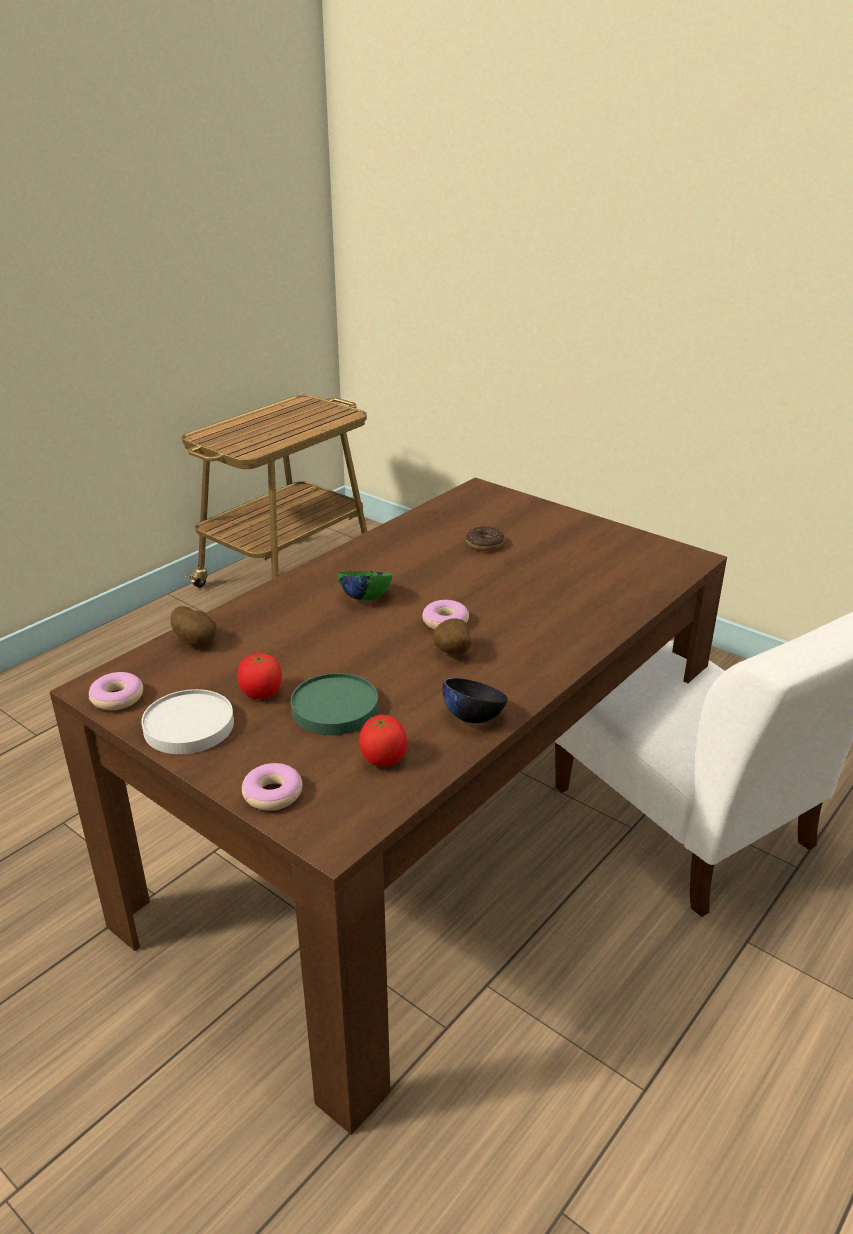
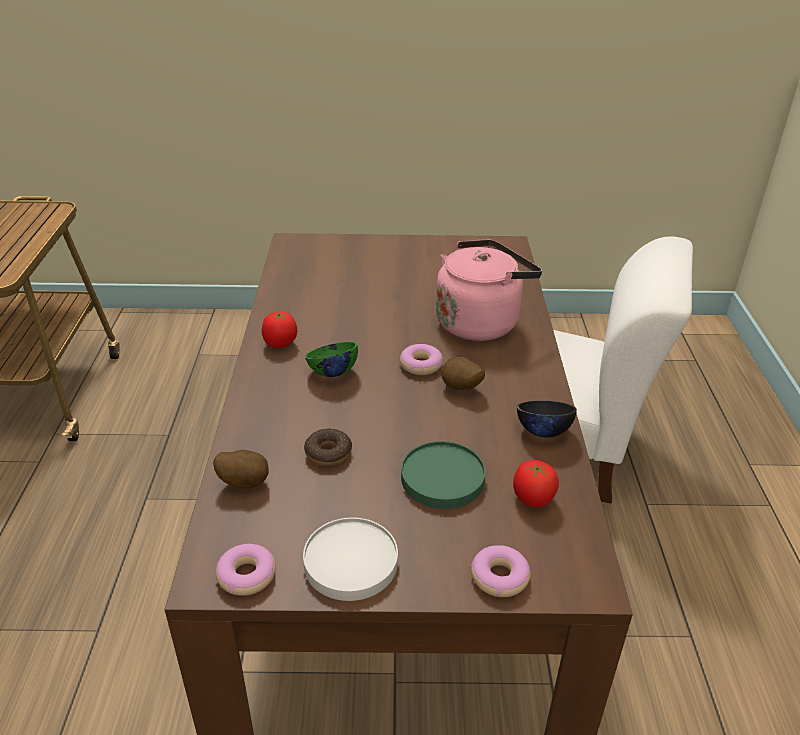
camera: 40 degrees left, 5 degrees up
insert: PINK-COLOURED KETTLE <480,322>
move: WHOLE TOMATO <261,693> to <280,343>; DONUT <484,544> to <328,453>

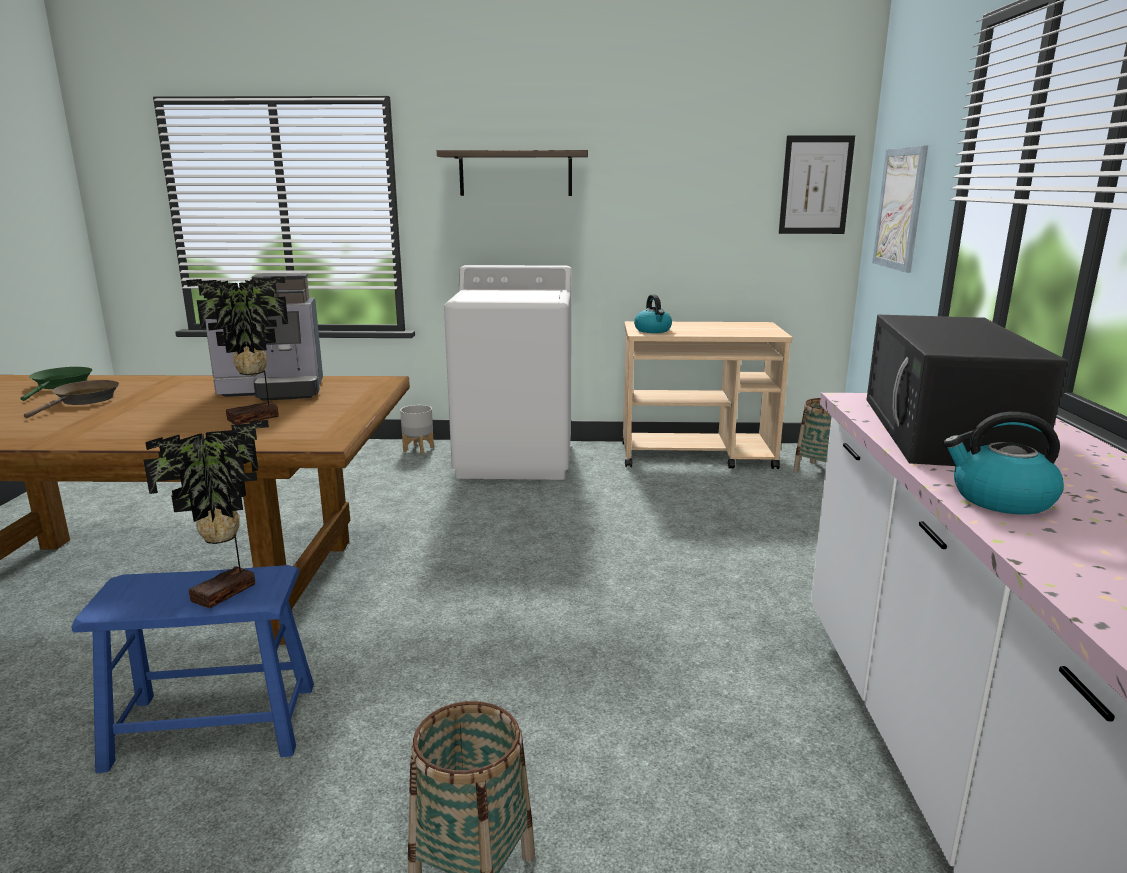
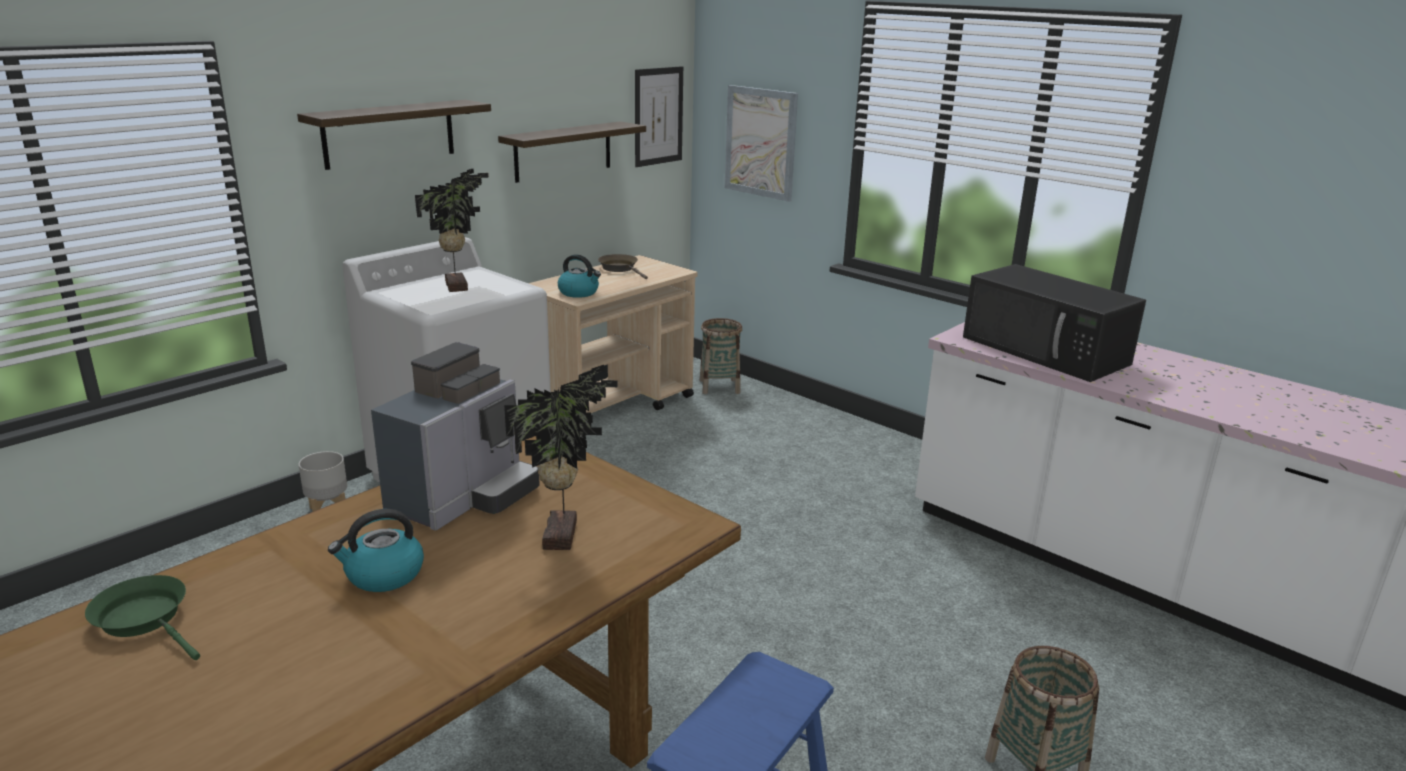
camera: 50 degrees left, 5 degrees up
insert: BRACKET SHELF <563,151>
move: KETTLE <1000,499> to <383,575>; HOUSEPLANT <227,593> to <459,286>; BROWN-COLOURED PAN <84,400> to <620,268>

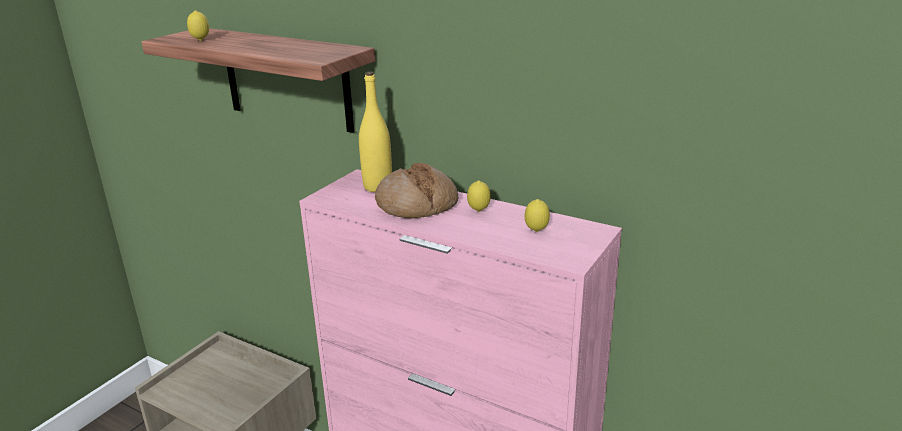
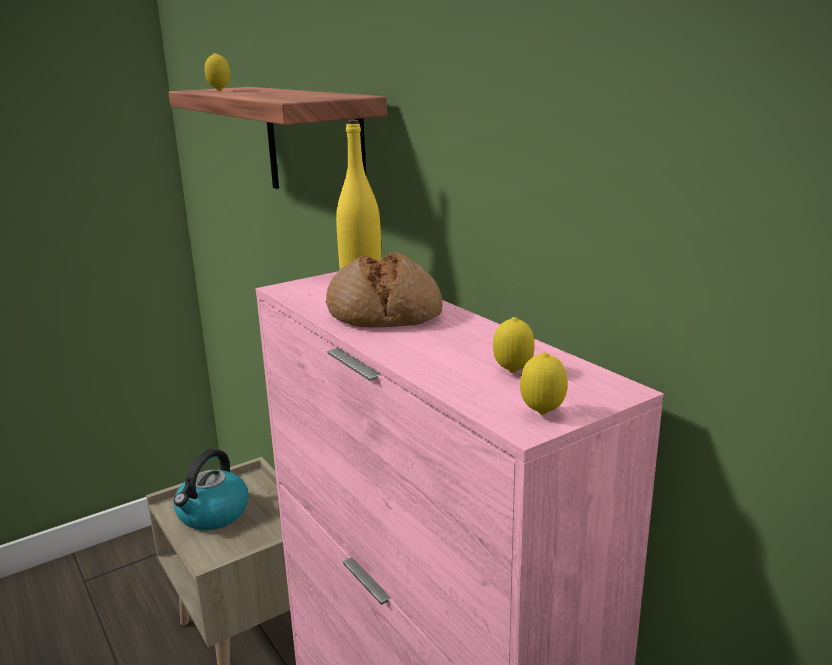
camera: 25 degrees right, 5 degrees down
insert: KETTLE <212,514>
move: LEMON <478,211> to <542,414>

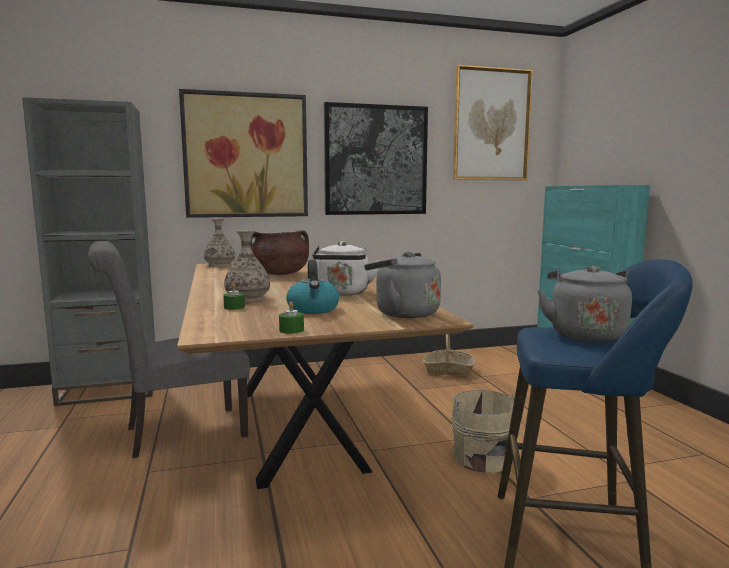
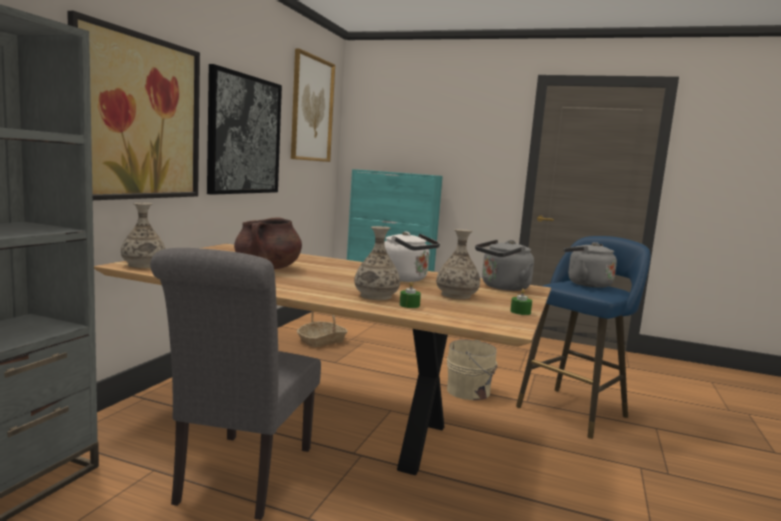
camera: 55 degrees left, 0 degrees up
replace: KETTLE <313,309> to FLOWER VASE <456,295>

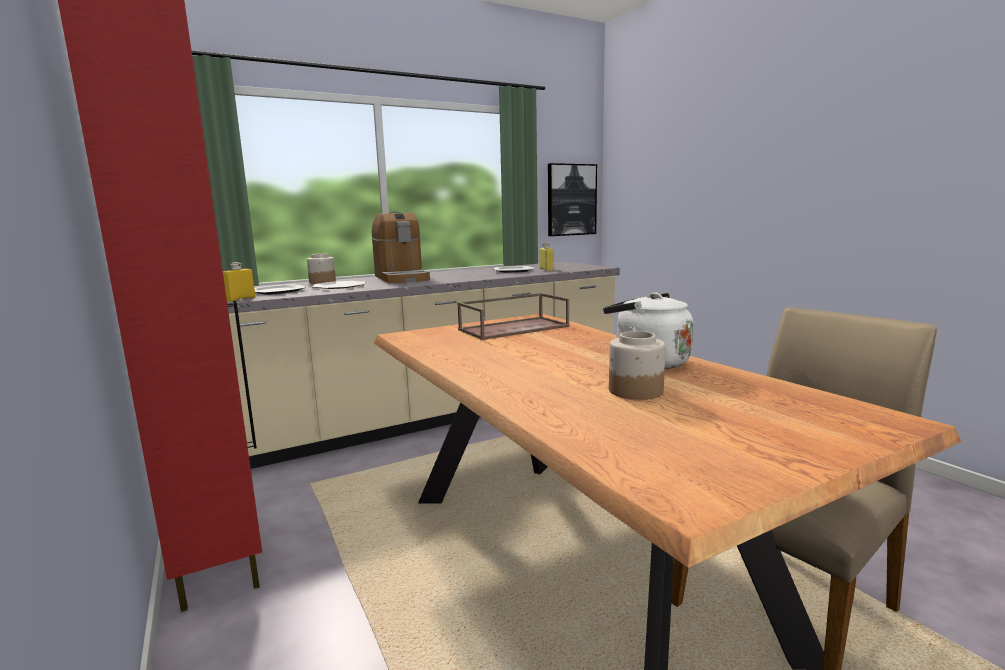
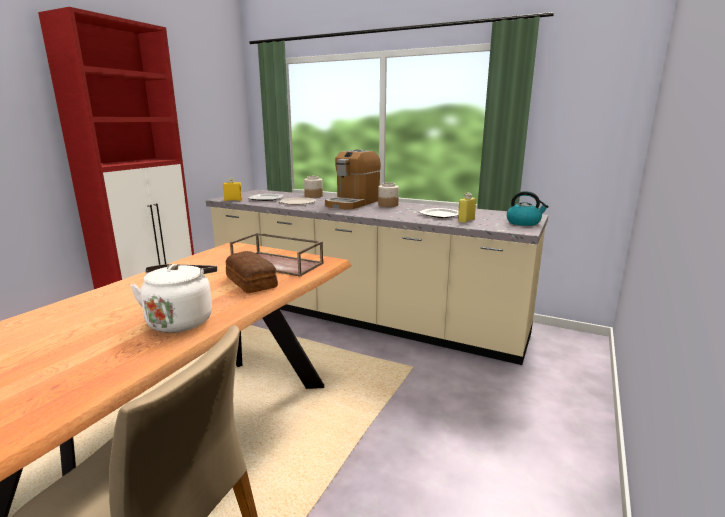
camera: 55 degrees right, 5 degrees up
delete: WALL PICTURE <571,200>
insert: BREAD <252,281>; KETTLE <524,223>
move: STORAGE JAR <635,391> to <388,205>

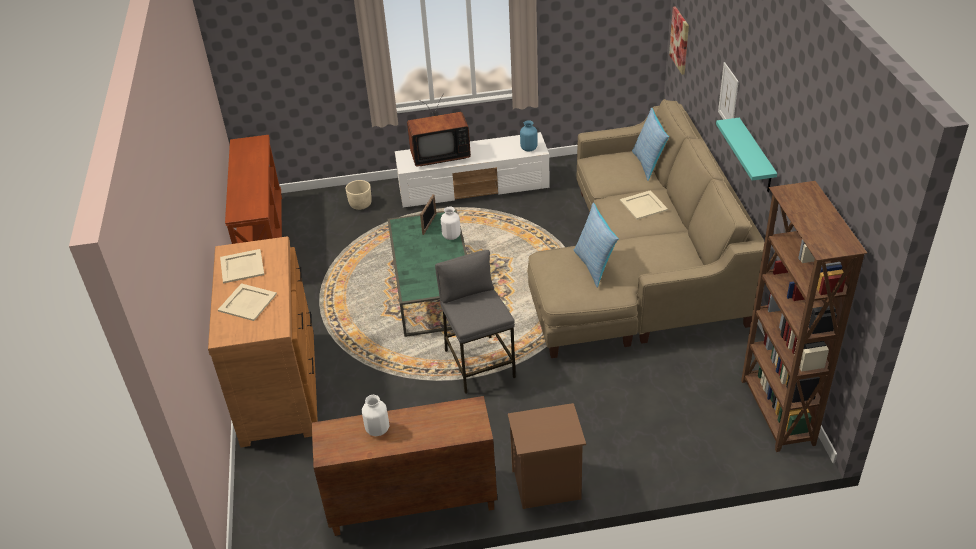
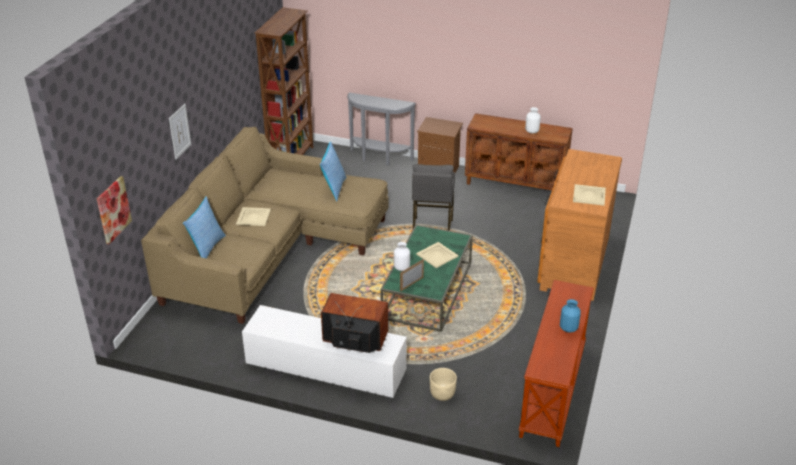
camera: 155 degrees left, 5 degrees down
delete: TURQUOISE-COLOURED BRACKET SHELF <755,156>
insert: GRAY HALL TABLE <379,158>
move: BEIGE-COLOURED SERVING TRAY <248,302> to <436,255>; BLUISH FLOWER VASE <529,148> to <568,328>

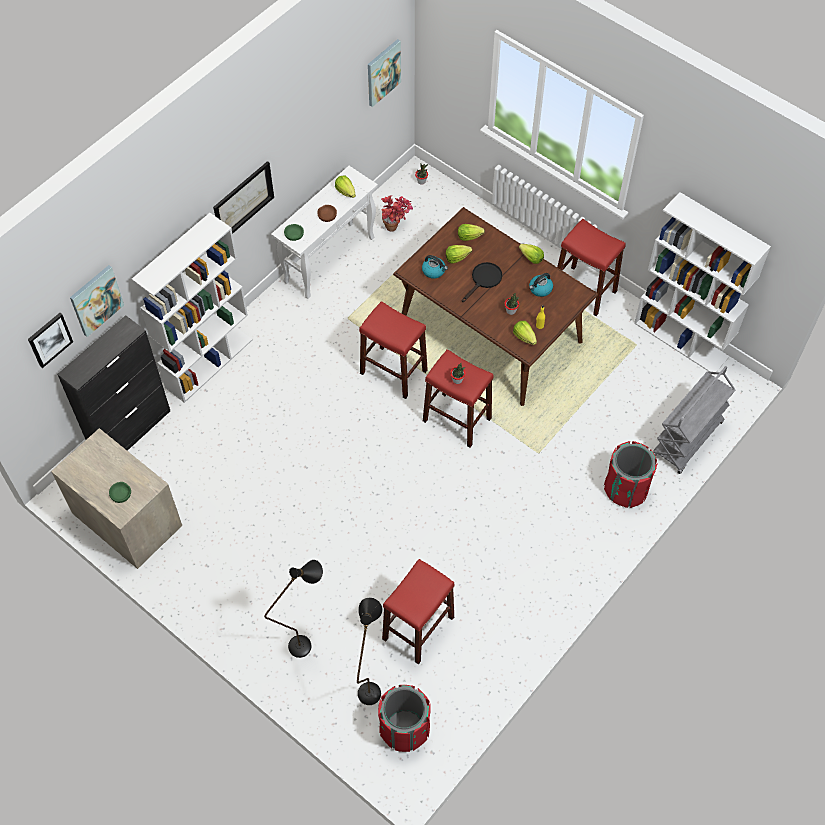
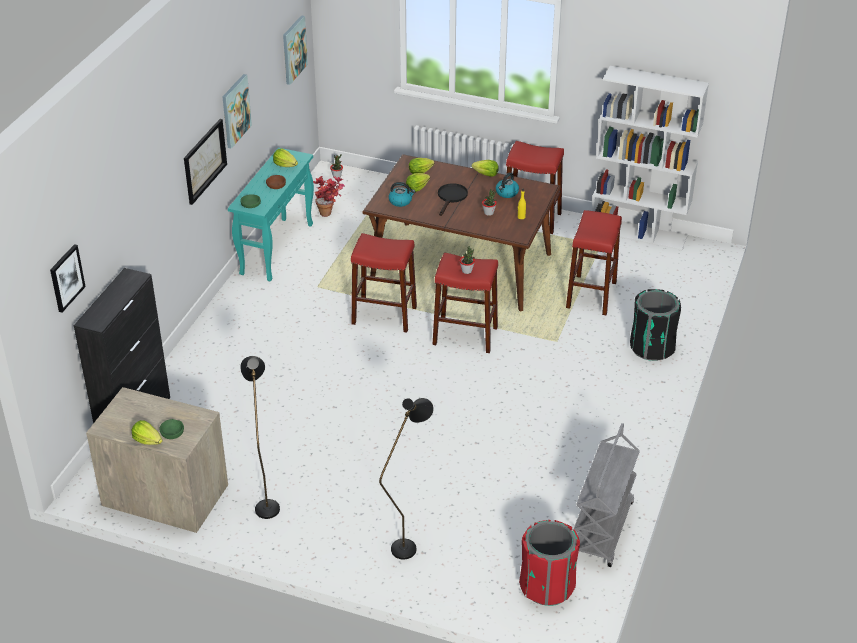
camera: 20 degrees left, 20 degrees down
delete: WHITE SHELVING UNIT <209,363>
move: LETTUCE HEAD <524,337> to <147,441>; WALL PICTURE <96,300> to <235,110>; BLACK FLOOR LAMP <370,685> to <266,503>; REDDISH SITTING STOOL <418,628> to <591,295>; GRAY WHEELED CART <687,439> to <603,530>
recolor: WHITE HALL TABLE <329,259> to TURQUOISE-COLOURED HALL TABLE <277,248>; REDDISH WASTE BIN <626,488> to BLACK WASTE BIN <652,347>

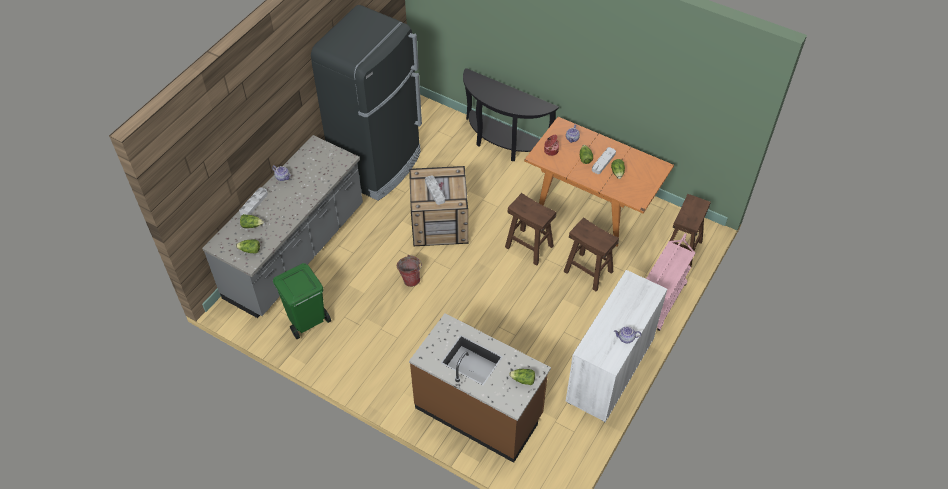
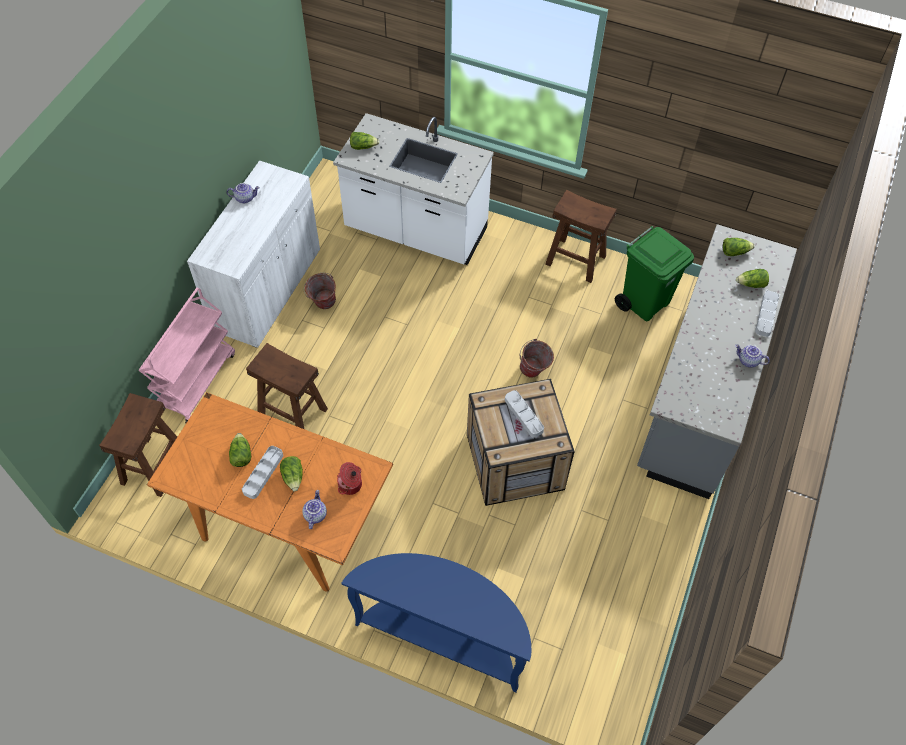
camera: 170 degrees right, 5 degrees up
delete: BLACK REFRIGERATOR <378,166>
insert: PAIL <322,305>
move: BROWN-COLOURED SITTING STOOL <528,246> to <576,260>
recolor: BROWN-COLOURED KITCHEN COUNTER <479,411> to WHITE KITCHEN COUNTER <415,231>; BLACK HALL TABLE <502,143> to BLUISH HALL TABLE <443,636>

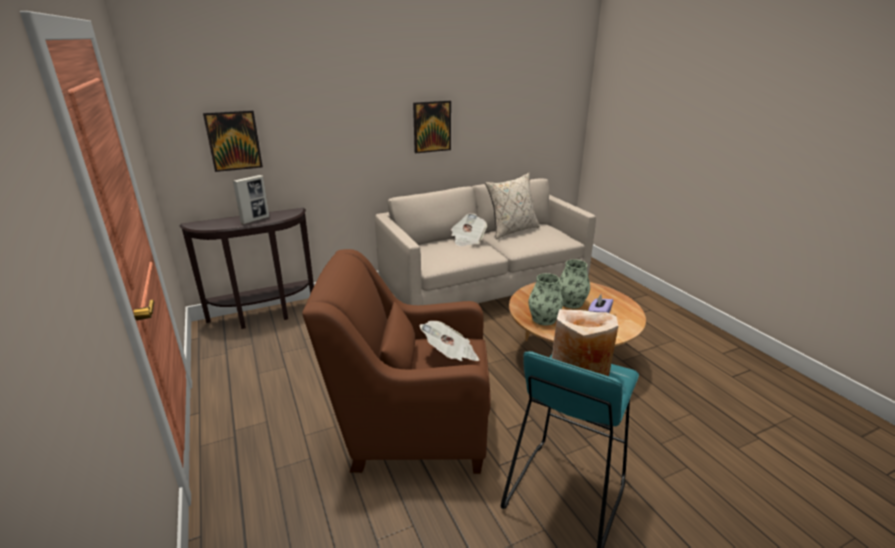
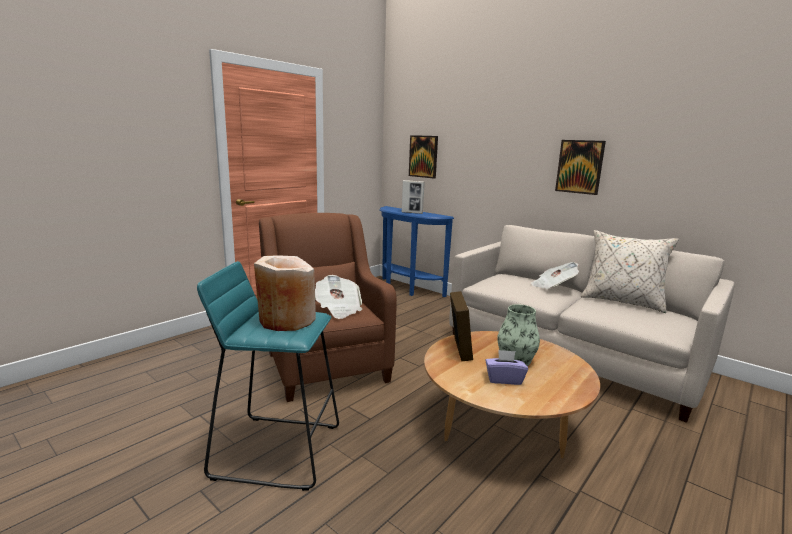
camera: 65 degrees right, 10 degrees down
replace: FLOWER VASE <543,319> to PHOTO FRAME <459,349>
recolor: BROWN-COLOURED HALL TABLE <264,316> to BLUISH HALL TABLE <407,289>

